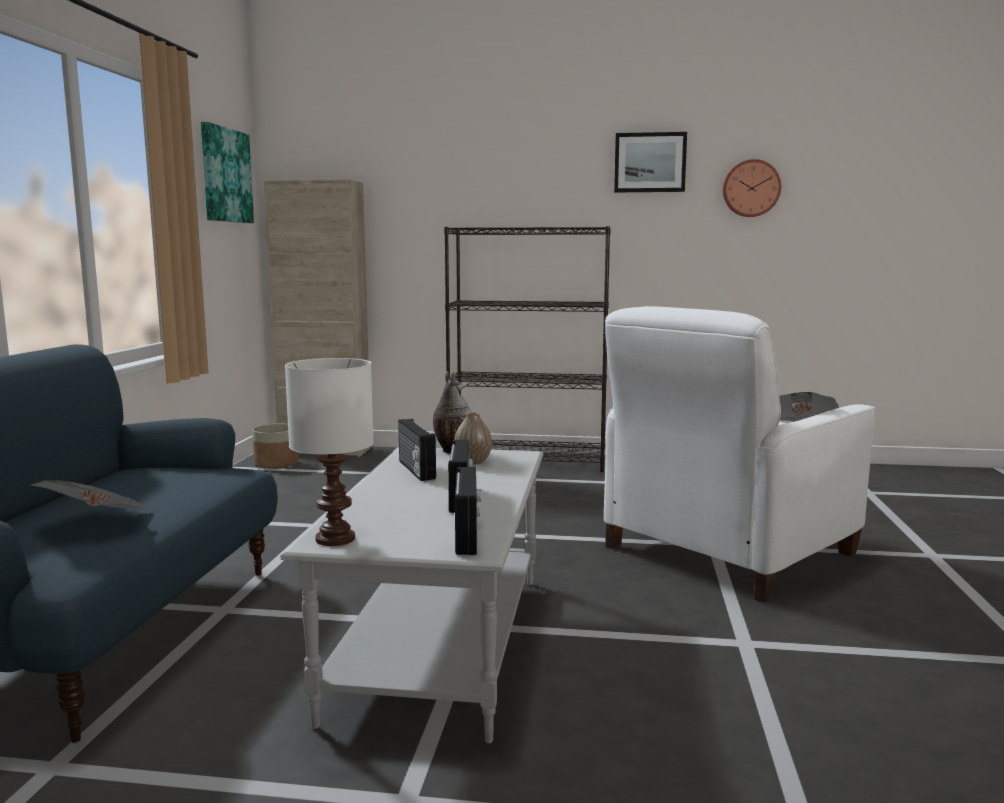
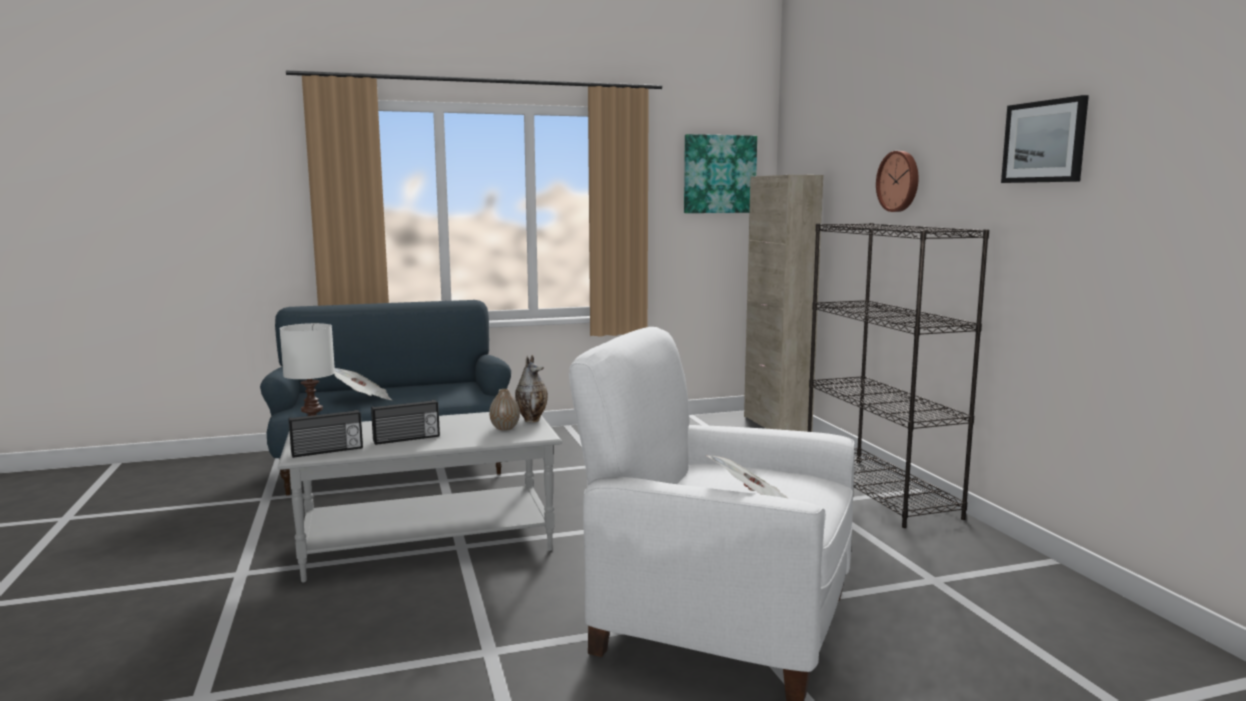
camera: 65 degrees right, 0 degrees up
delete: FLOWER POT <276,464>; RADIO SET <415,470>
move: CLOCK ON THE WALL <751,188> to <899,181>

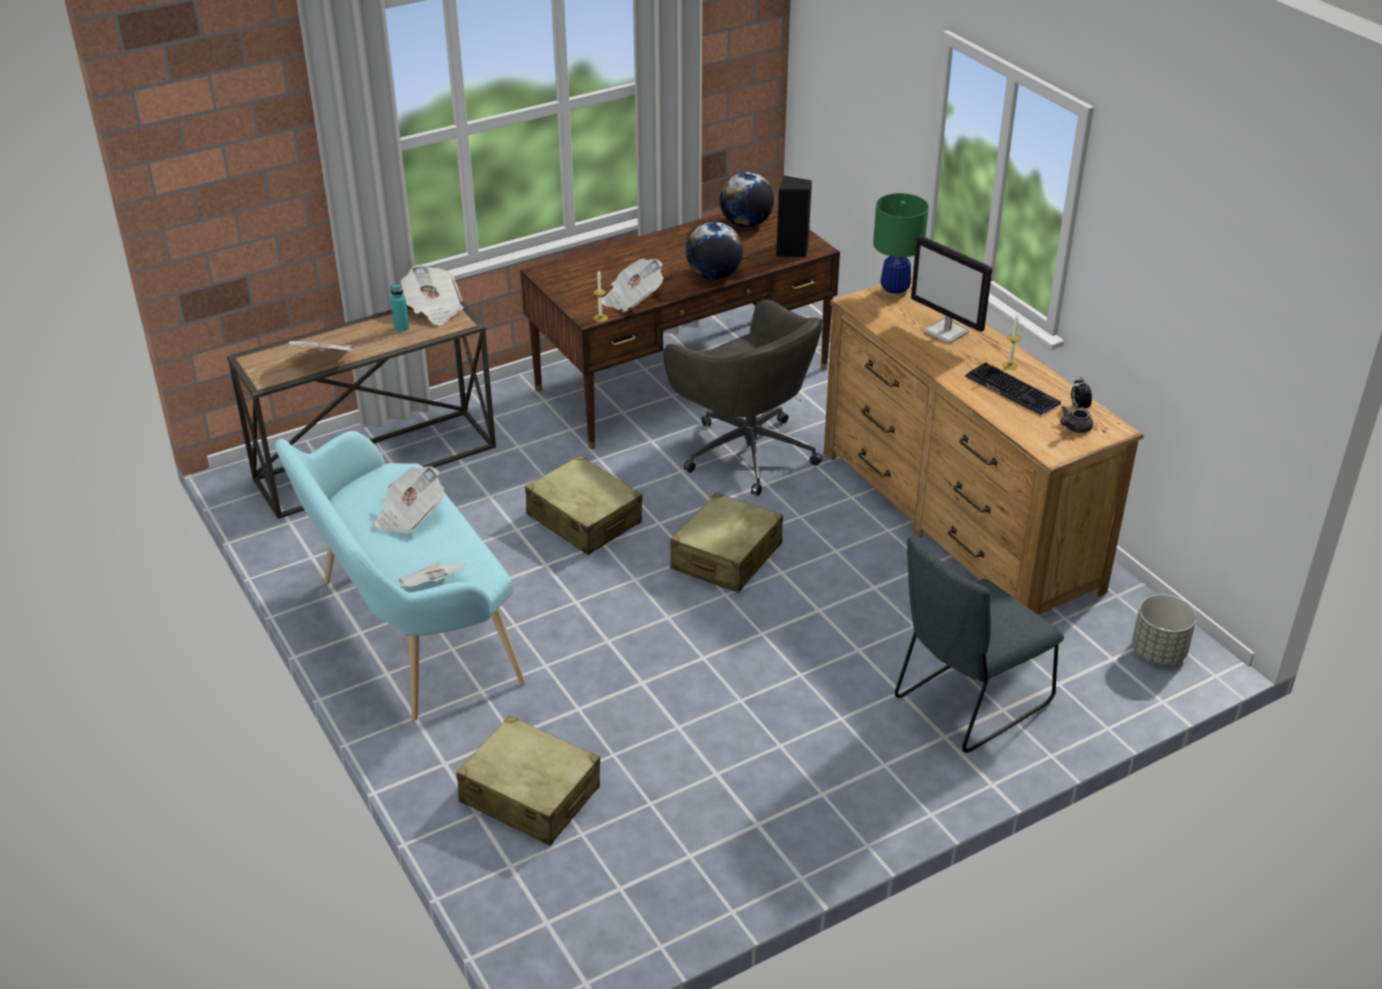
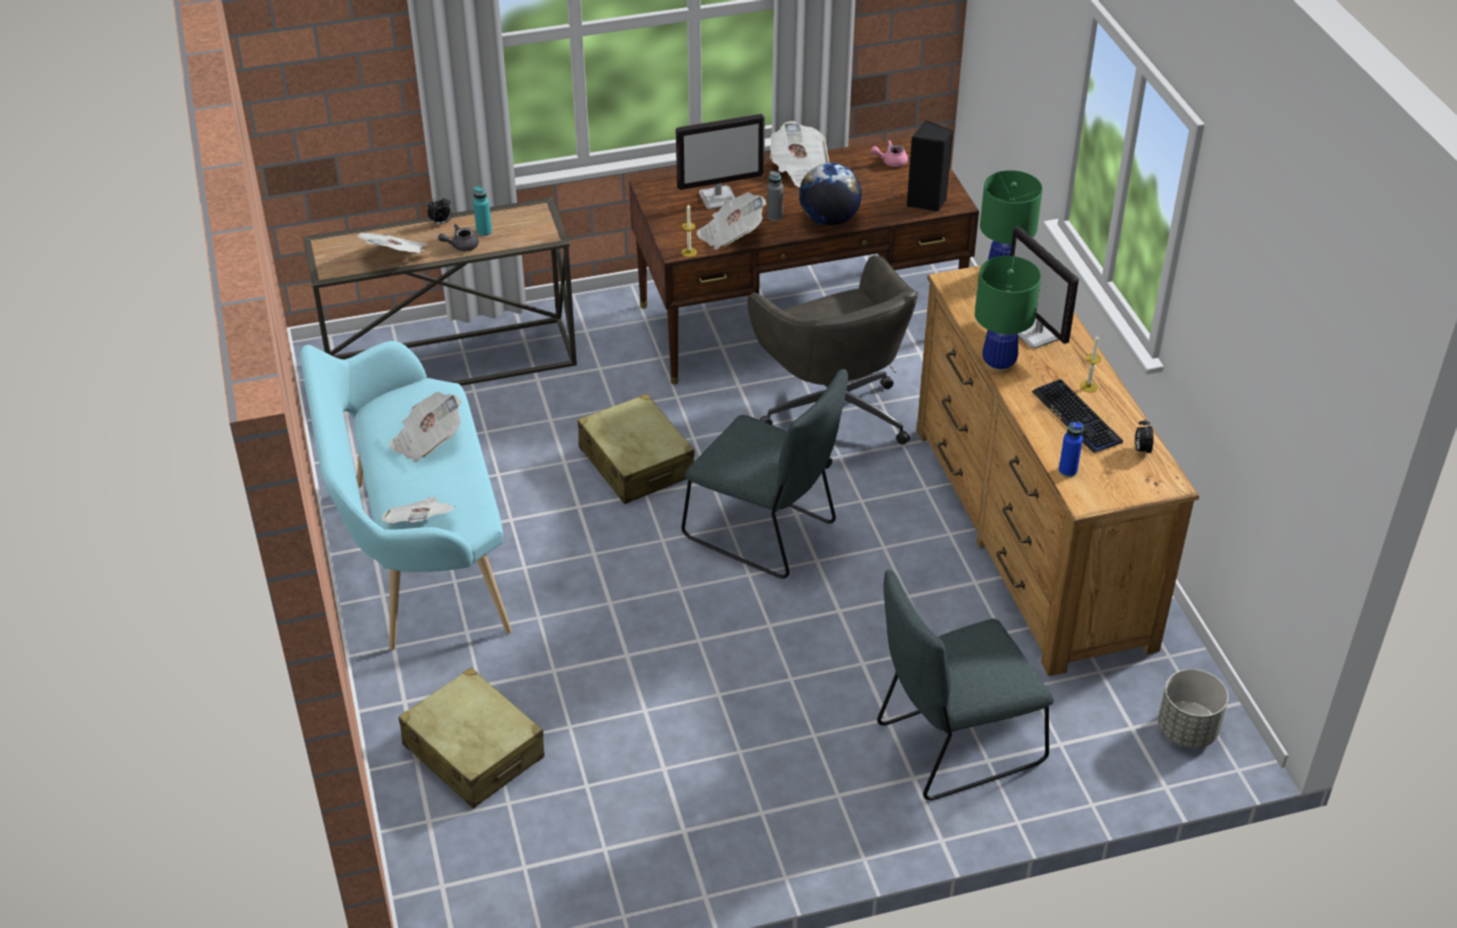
camera: 15 degrees right, 5 degrees up
insert: ALARM CLOCK <441,223>; COMPUTER SCREEN <719,198>; GRAY BEVERAGE BOTTLE <774,216>; GREEN TABLE LAMP <999,364>; BLUISH BEVERAGE BOTTLE <1067,471>
move: GRAY TEA POT <1074,428> to <461,246>; PRINTED PAPER <433,309> to <799,169>
replace: BEIGE-COLOURED SUITCASE <726,557> to GRAY PLAIN CHAIR <765,533>; GLOBE <746,224> to PINK-COLOURED TEA POT <890,161>

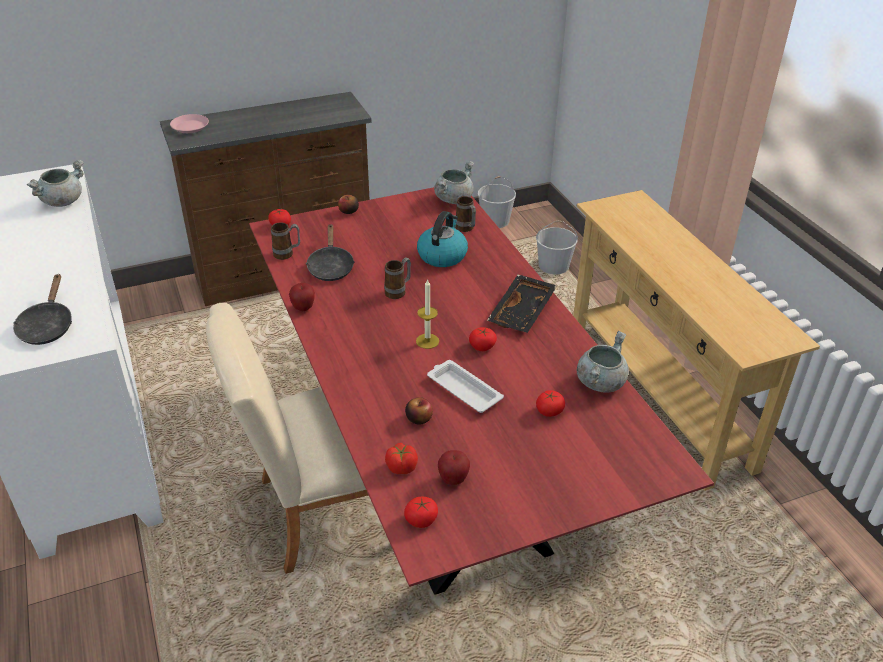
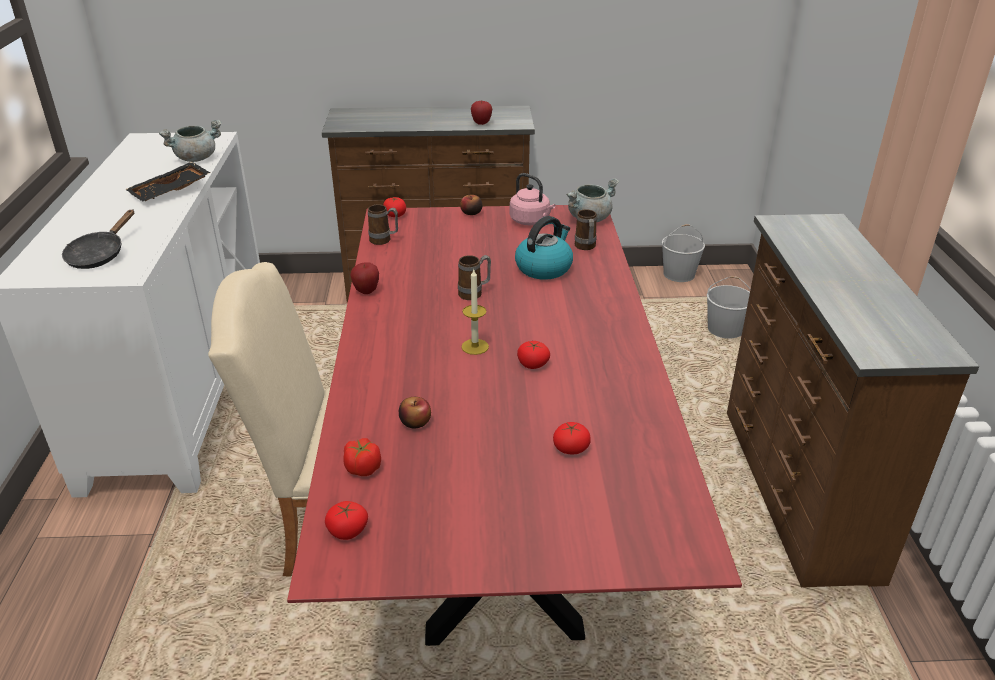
camera: 20 degrees right, 5 degrees down
delete: PINK-COLOURED FLAT DISH <190,127>; BLACK PAN <330,267>; WHITE SERVING TRAY <463,389>; GRAY STOCKPOT <600,382>
insert: PINK-COLOURED KETTLE <531,221>
move: BLACK SERVING TRAY <523,312> to <171,192>; APPLE FRUIT <453,480> to <481,123>
replace: BEIGE-COLOURED HALL TABLE <658,395> to BROWN-COLOURED DRAWER CHEST <794,491>

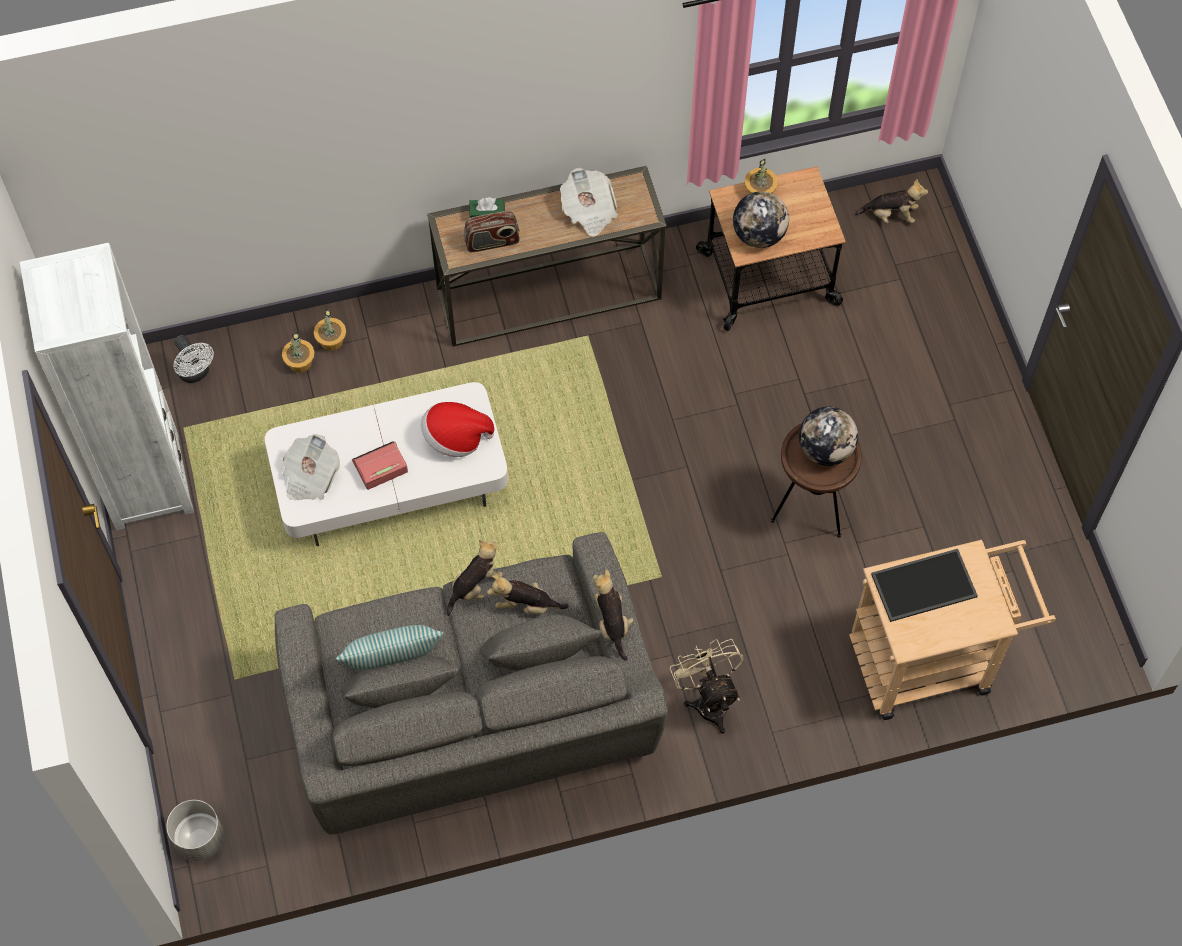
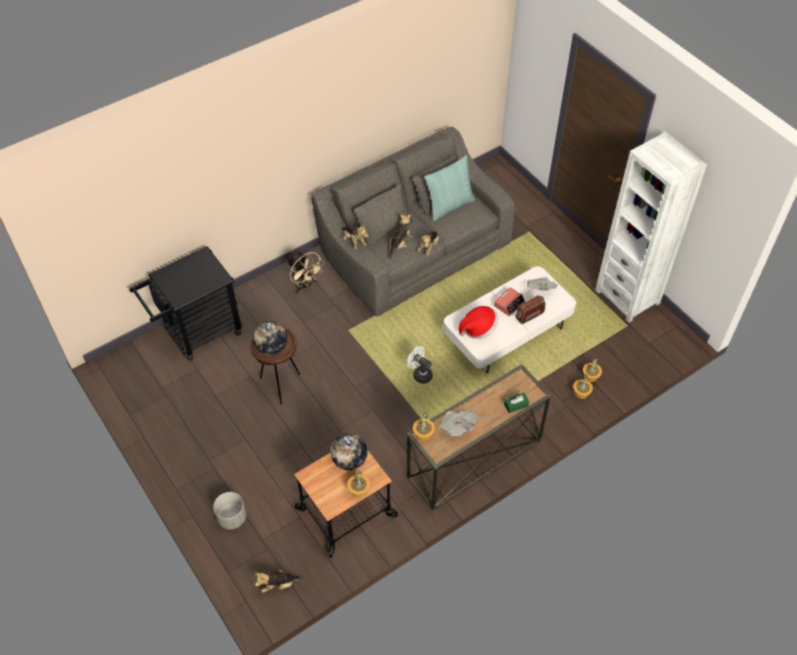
camera: 160 degrees right, 10 degrees down
delete: SERVING TRAY <923,587>
insert: HOUSEPLANT <423,434>
move: GRAY FLOWER POT <200,838> to <231,518>; WHITE FAN <196,373> to <420,374>; RADIO SET <492,242> to <529,315>
recolor: BEIGE-COLOURED WHEELED CART <933,659> to BLACK WHEELED CART <197,334>
rotate: CUDDLY TOY <526,605> = <400,244> 45 degrees counterclockwise

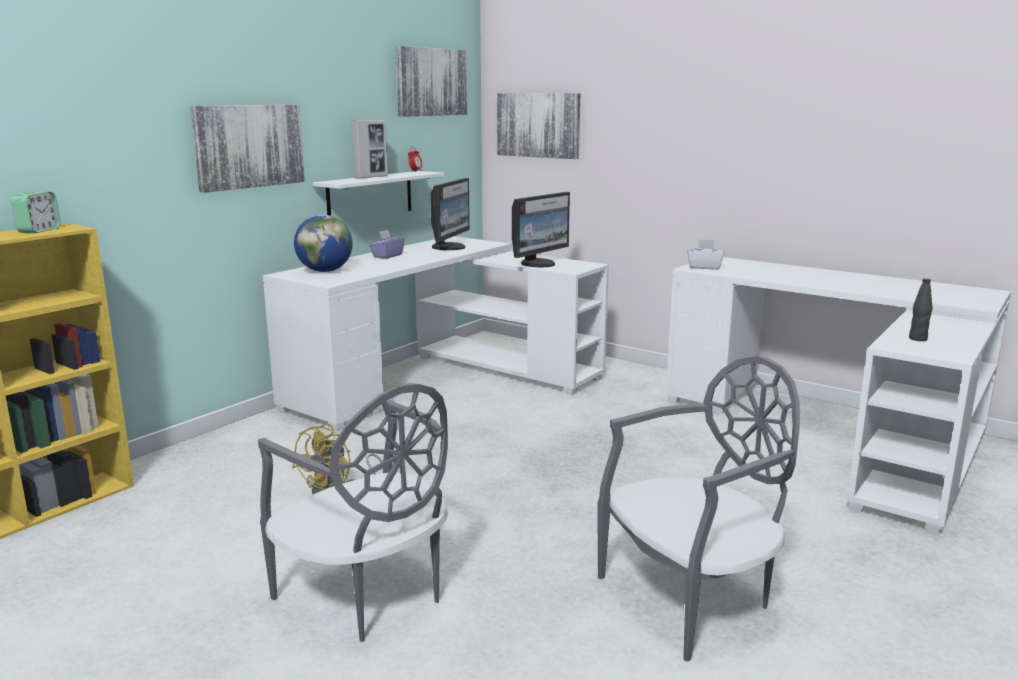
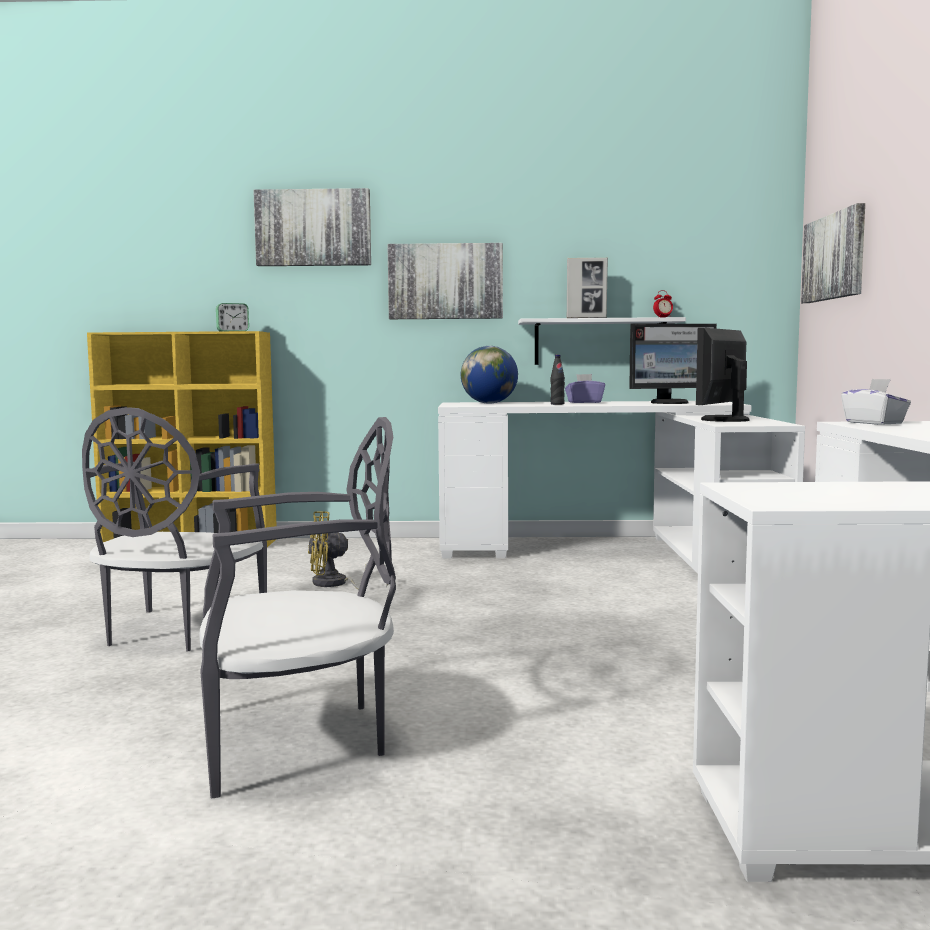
camera: 55 degrees right, 10 degrees down
move: WALL PICTURE <431,82> to <313,228>; BLACK BEVERAGE BOTTLE <917,339> to <557,404>
rotate: GRAY PLAIN CHAIR <691,599> = <298,739> 45 degrees counterclockwise; COMPUTER SCREEN <539,264> = <722,420> 120 degrees clockwise

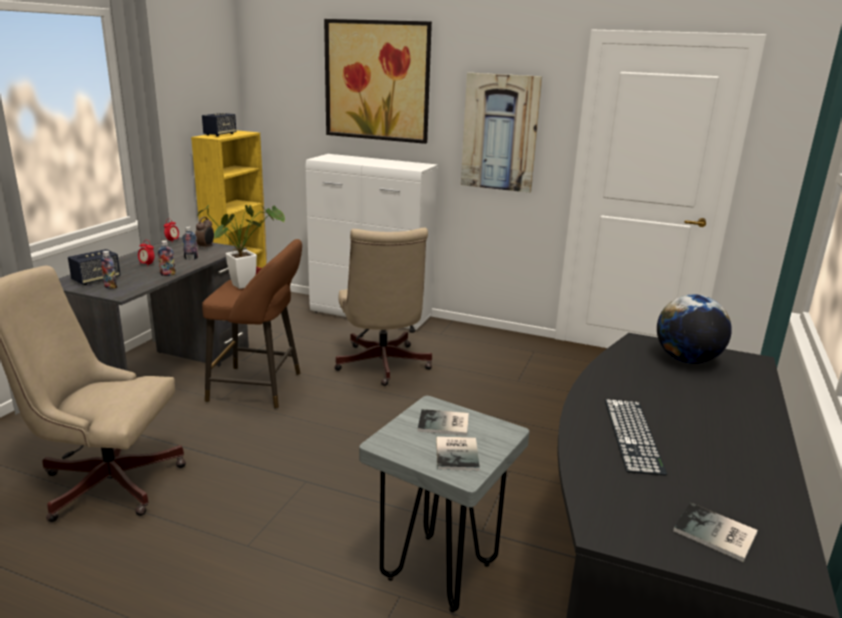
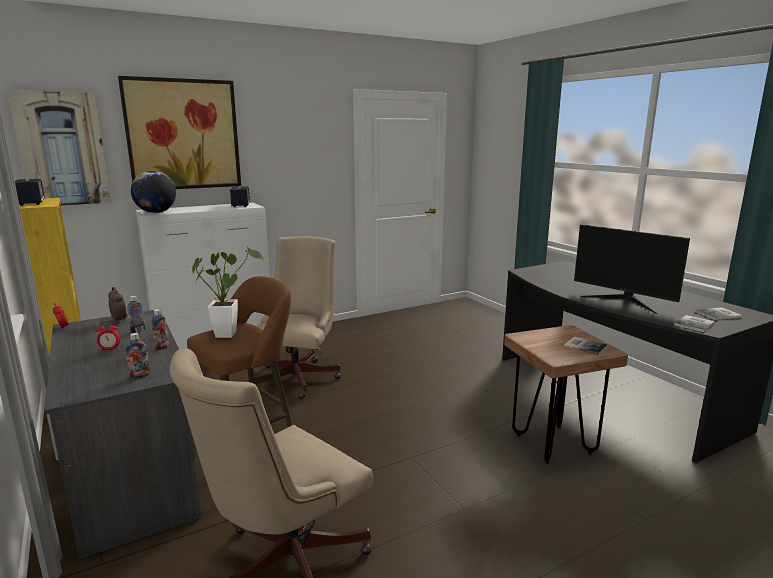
camera: 50 degrees left, 5 degrees down
move: WALL PICTURE <500,132> to <62,149>; GLOBE <686,360> to <156,212>; AUDIO SPEAKER <96,279> to <240,205>; BOOK <445,424> to <695,324>
replace: KEYBOARD <633,434> to COMPUTER SCREEN <623,301>
recolor: GRAY SITTING STOOL <439,571> to BROWN-COLOURED SITTING STOOL <553,444>
rotate: BEIGE-COLOURED DESK CHAIR <382,366> = <300,376> 105 degrees counterclockwise

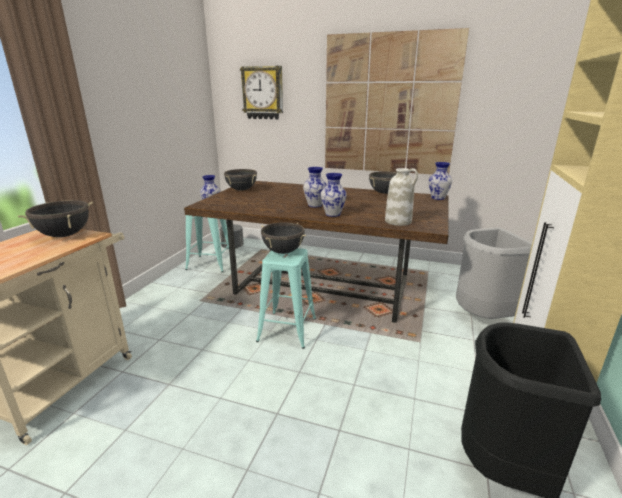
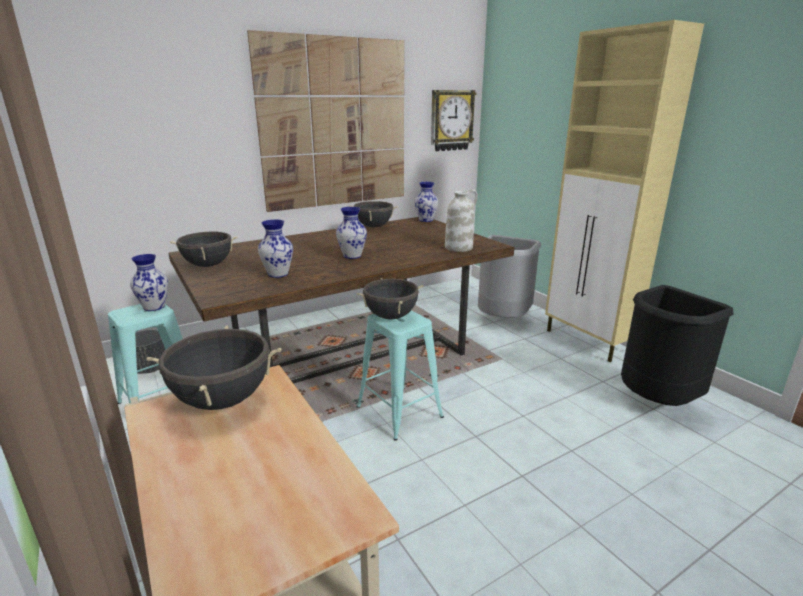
camera: 50 degrees left, 0 degrees up
move: FLOWER VASE <332,214> to <277,274>; CLOCK ON THE WALL <263,93> to <451,120>

